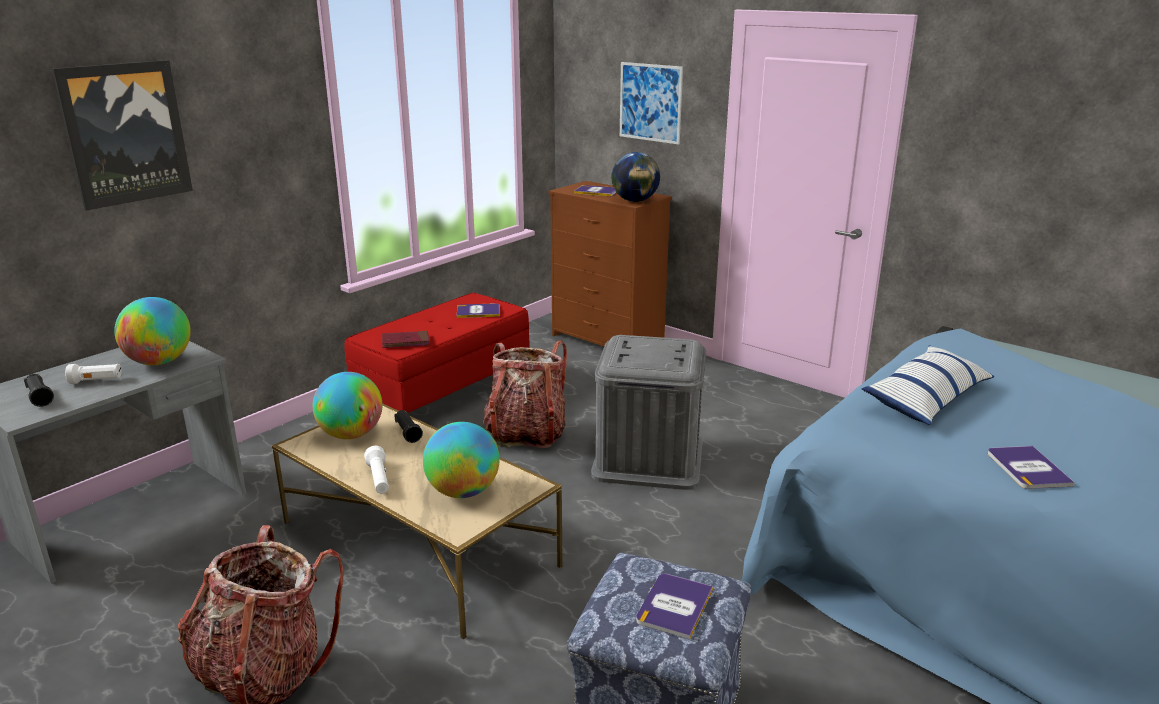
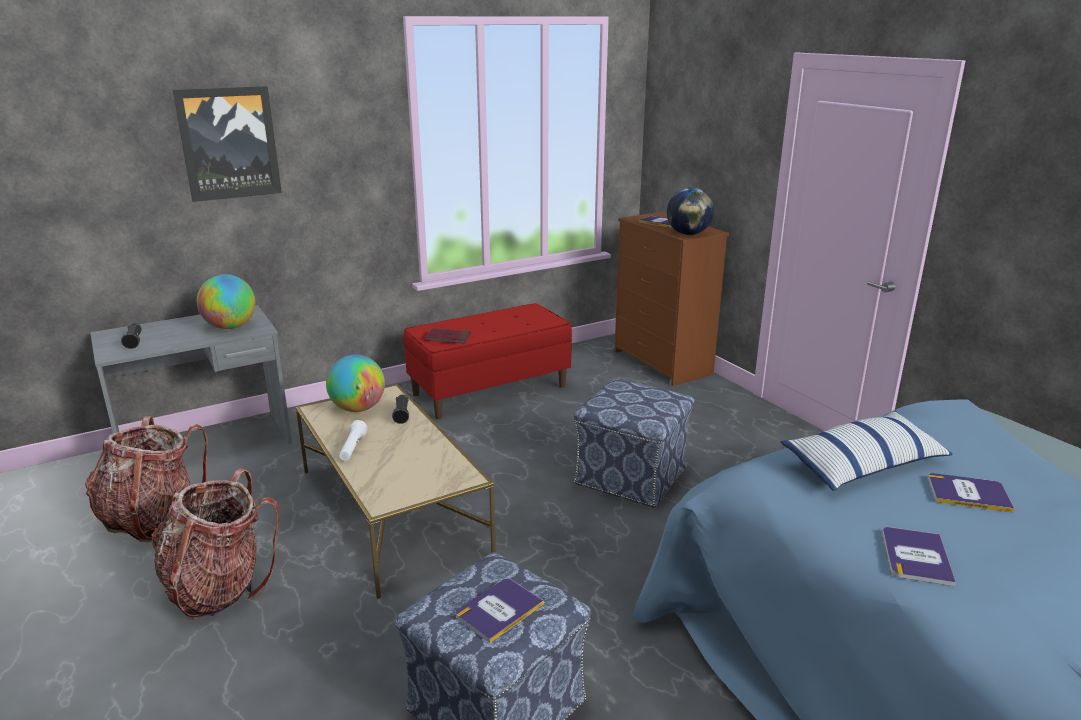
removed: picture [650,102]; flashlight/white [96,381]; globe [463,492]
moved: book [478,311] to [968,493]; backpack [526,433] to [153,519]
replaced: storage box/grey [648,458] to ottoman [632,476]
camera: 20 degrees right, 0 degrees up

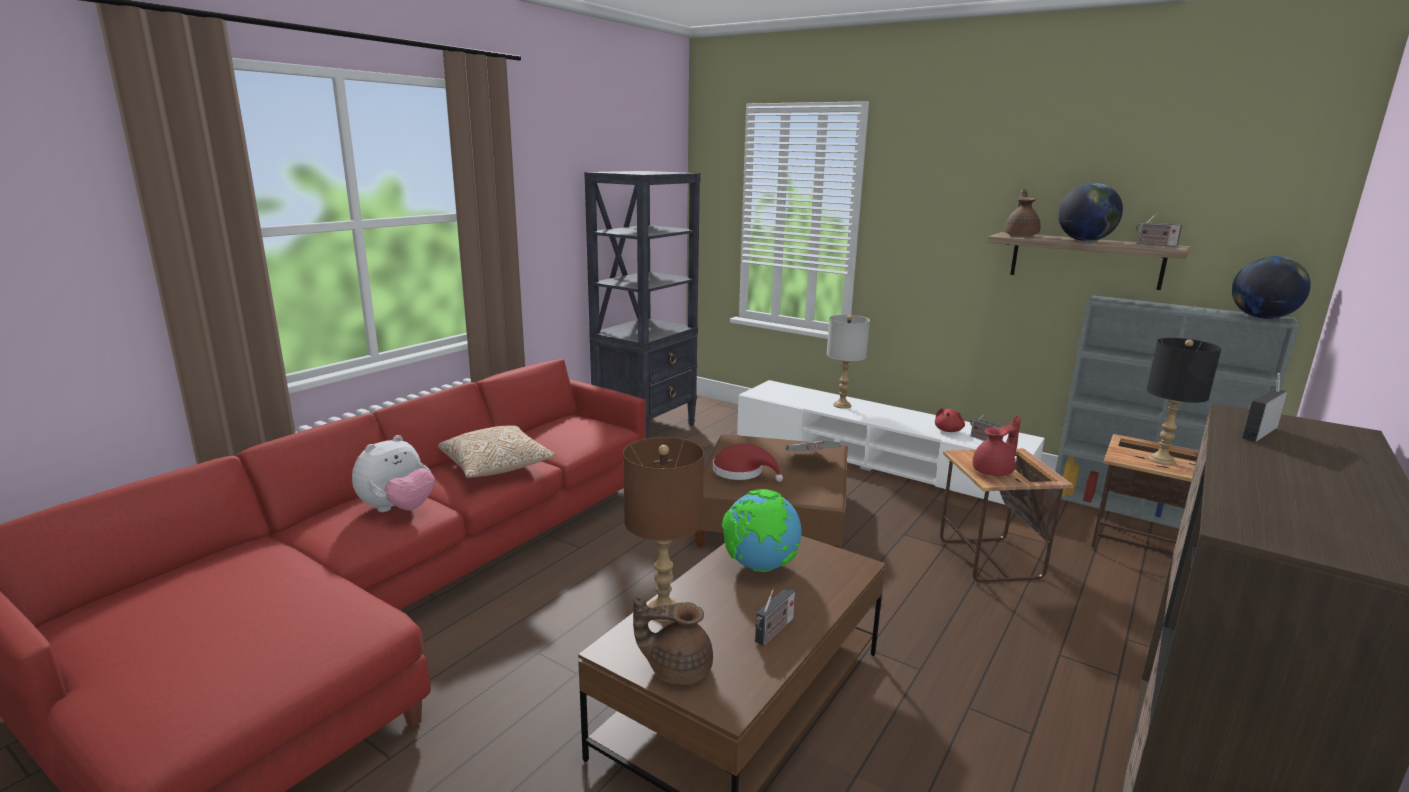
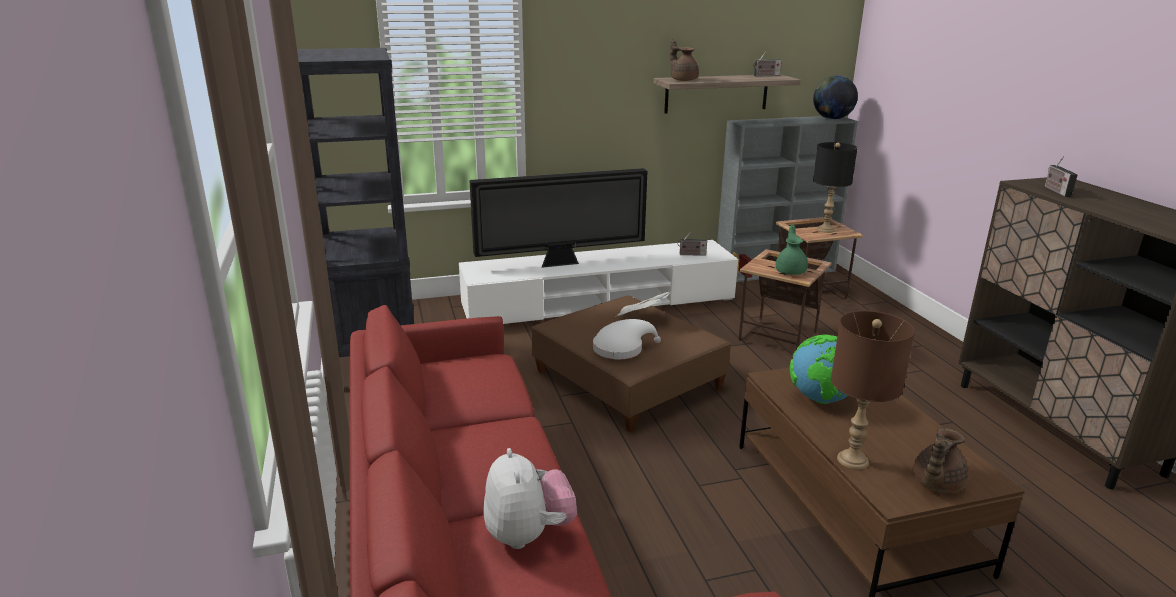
removed: globe [1085,241]; plush toy/red [948,430]; pillow [496,467]; radio [773,632]
replaced: table lamp/grey [842,405] to television [561,263]
recoloured: teapot/red [994,471] to teapot/green [790,271]; hat/red [742,472] to hat/white [621,349]
camera: 50 degrees left, 5 degrees up

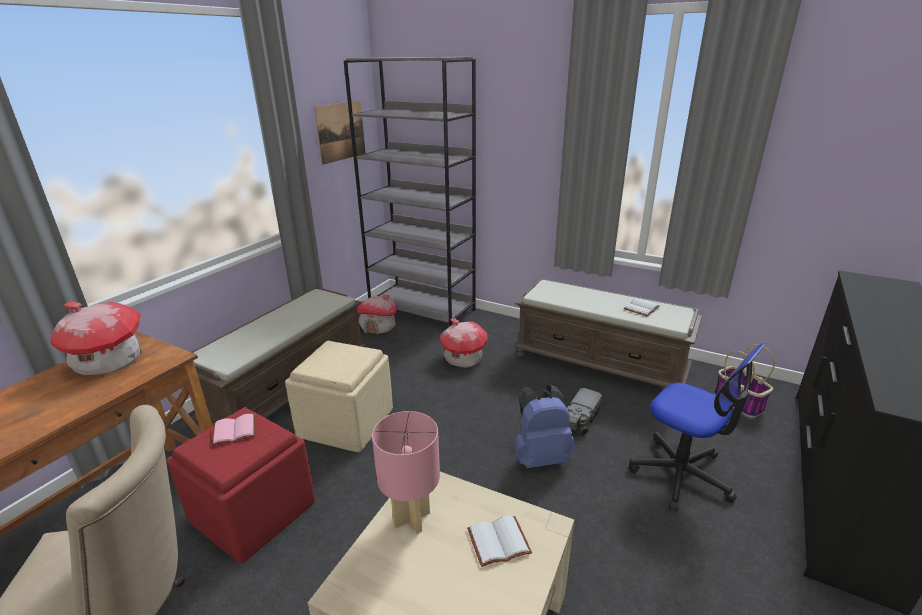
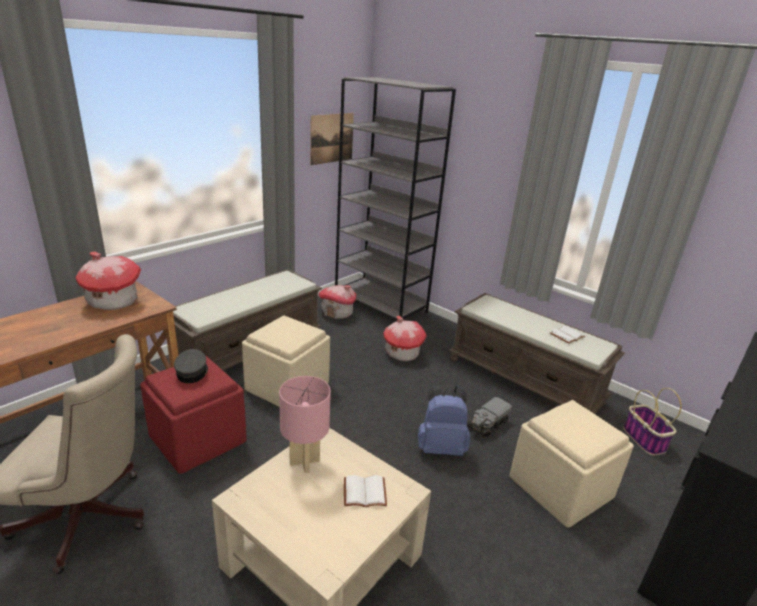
replaced: office chair [681,474] to ottoman/beige [560,488]; book/pink [234,432] to cap/grey [192,372]
camera: 10 degrees right, 0 degrees up

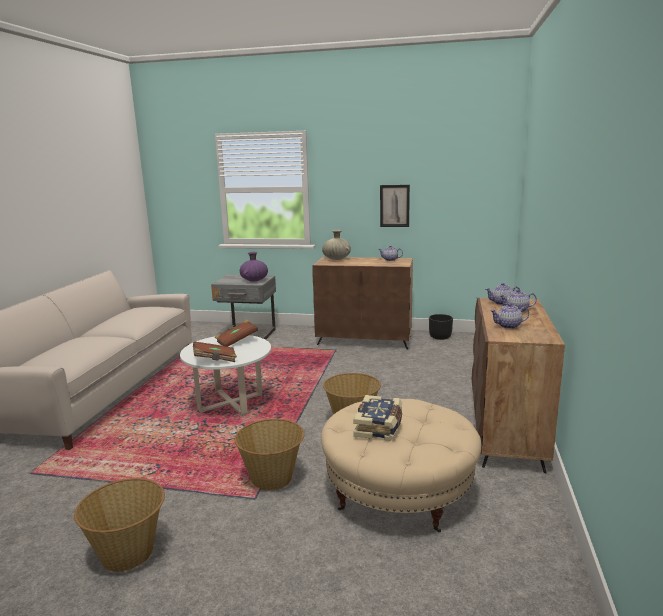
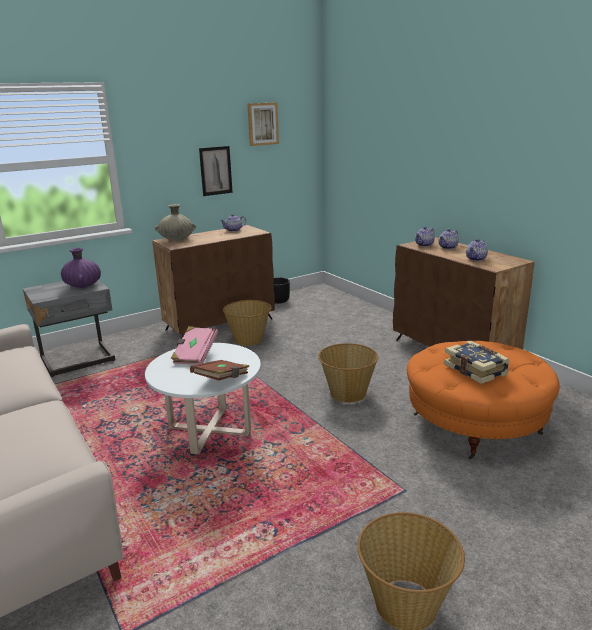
added: picture [262,124]
moved: basket [272,478] to [249,339]
recoloured: book/brown [236,341] to book/pink [195,355]; ottoman/beige [399,491] to ottoman/orange [475,424]
camera: 45 degrees left, 5 degrees up

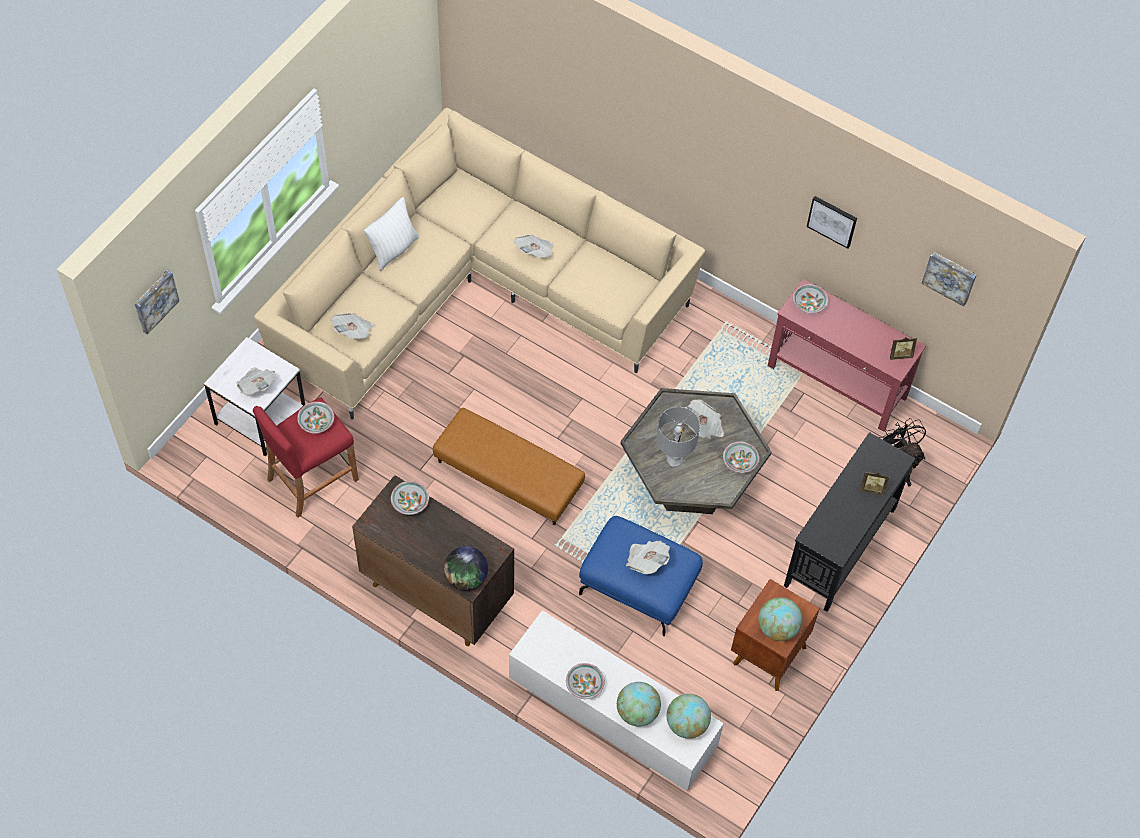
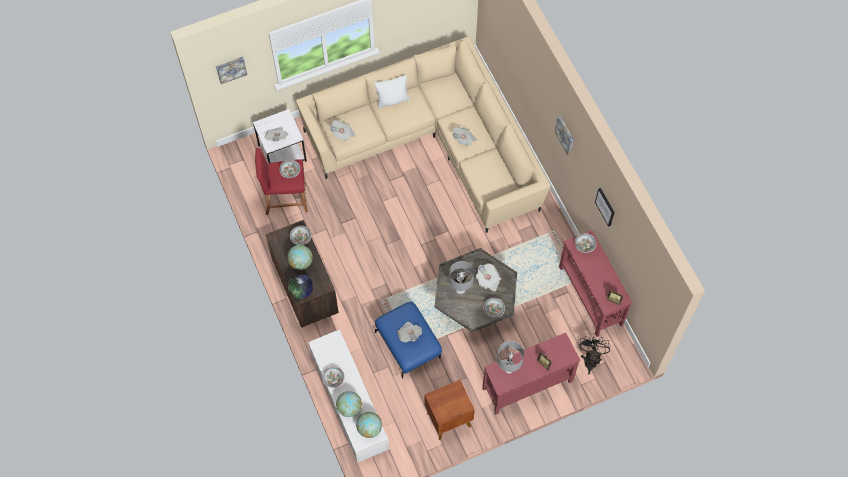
removed: ottoman/brown [508,476]
added: table lamp/grey [508,368]
moved: picture [950,277] to [565,135]; globe [777,628] to [301,262]
recoloured: console table/black [839,546] to console table/red [527,384]
camera: 35 degrees right, 5 degrees up

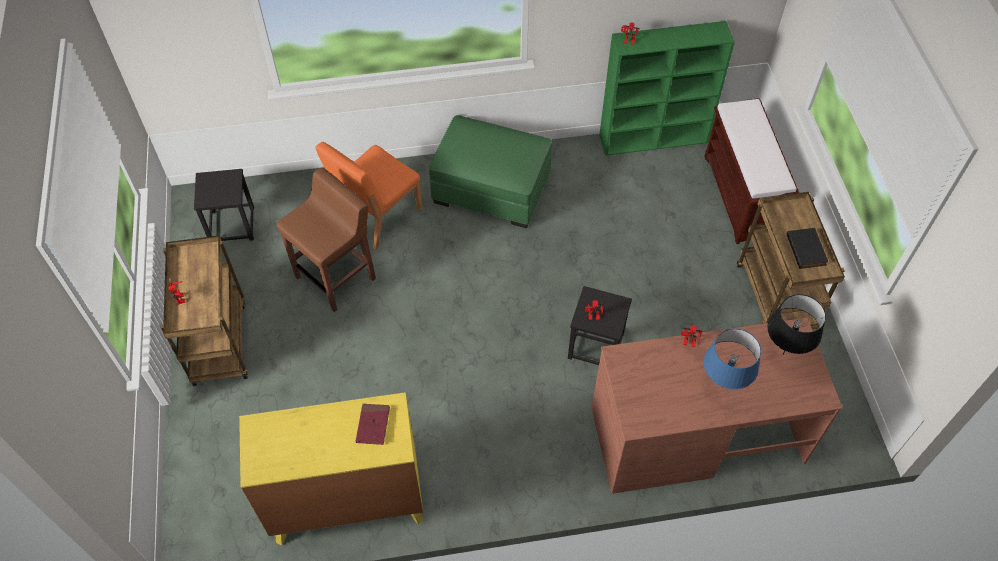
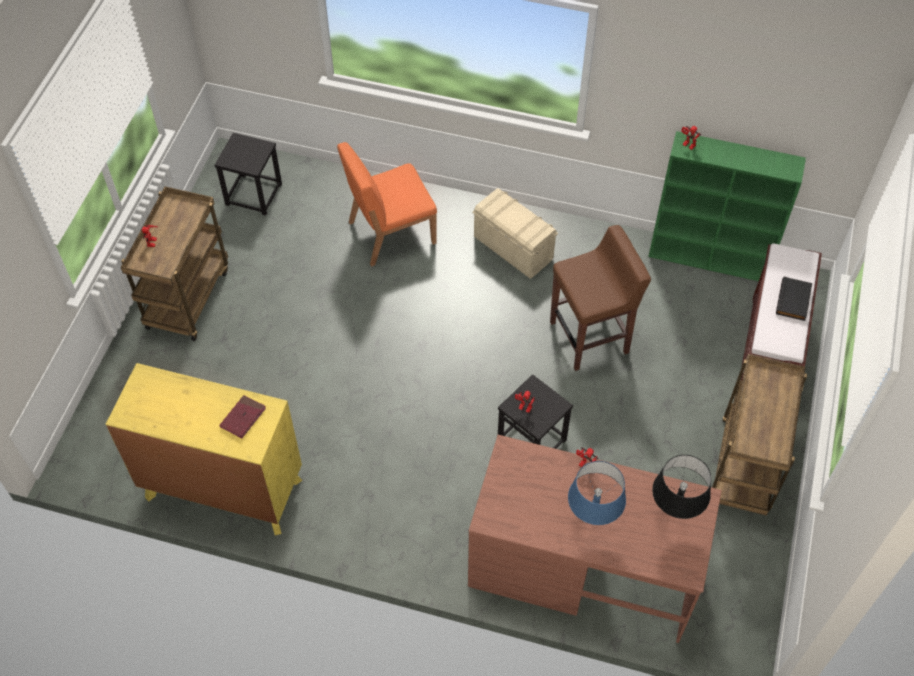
moved: stool/brown [337,277] to [590,337]; book/black [807,250] to [794,301]
replaced: ottoman/green [490,189] to storage box/beige [513,248]
camera: 25 degrees right, 0 degrees up

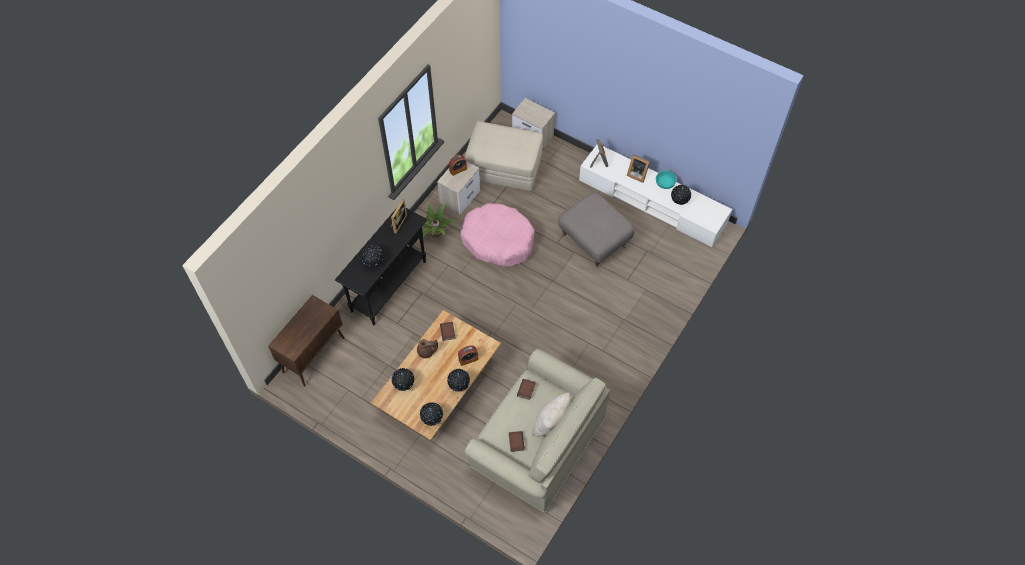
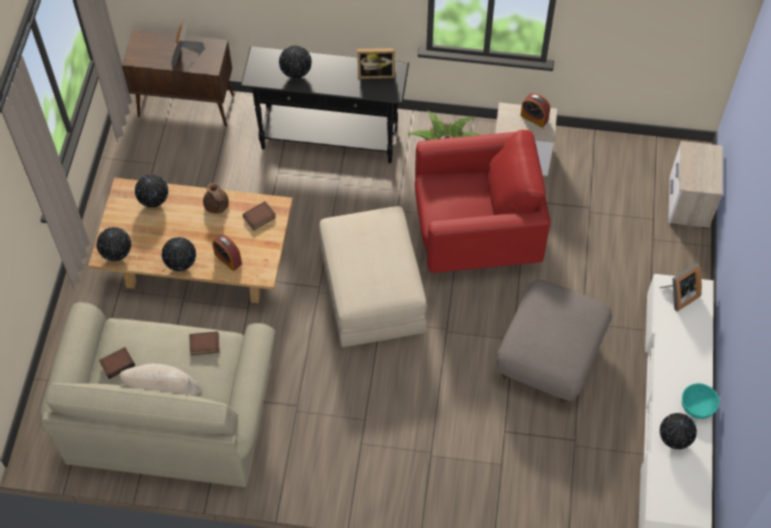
moved: ottoman/beige [504,167] to [371,292]; picture frame [637,174] to [186,54]
replaced: dog bed/pink [498,240] to armchair/red [475,233]
camera: 65 degrees right, 0 degrees up

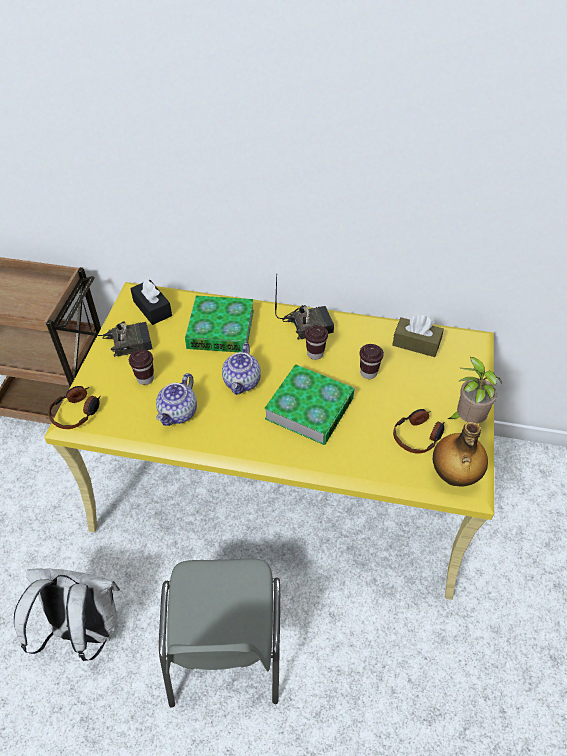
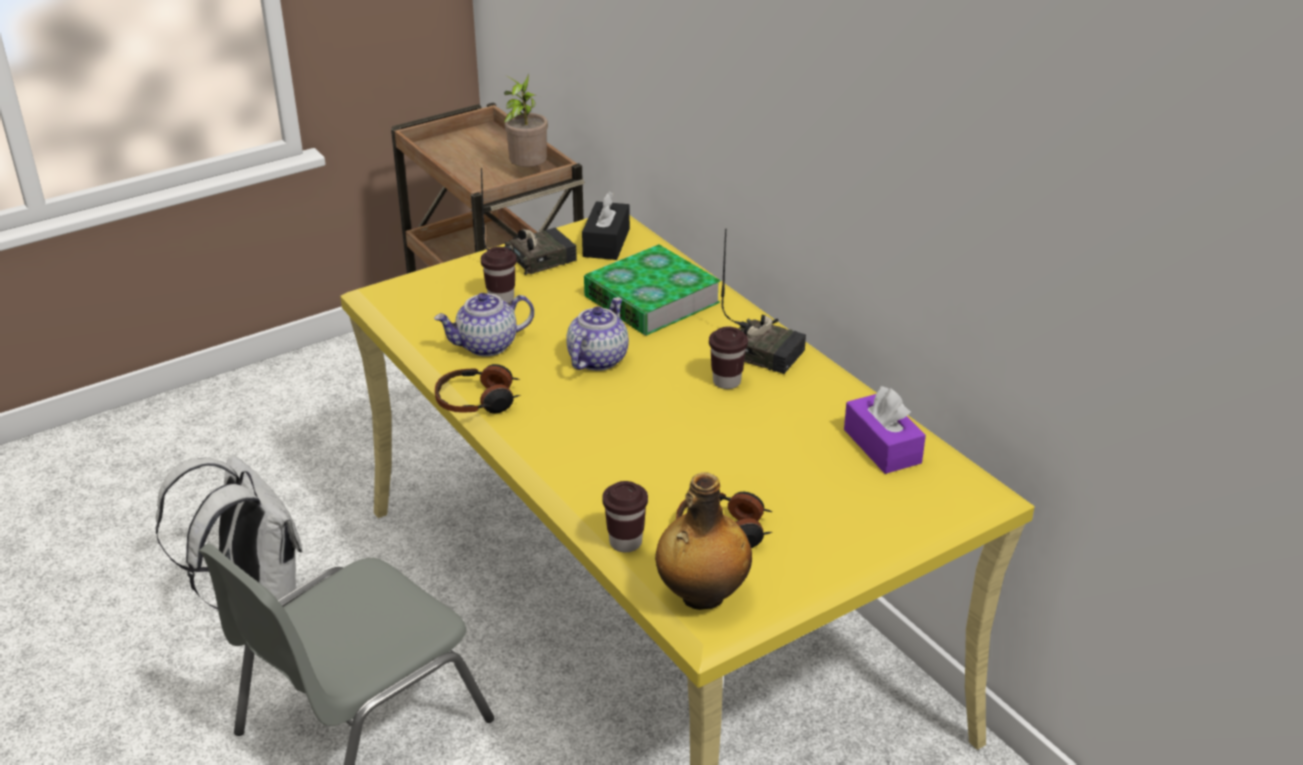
removed: book [309,409]
moved: cup/brown [368,373] to [625,542]; potted plant [466,419] to [527,172]; headphones [76,412] to [478,401]
recoloured: tissue box/brown [416,343] to tissue box/purple [882,446]
turned: radio [129,341] = [535,258] 60 degrees counterclockwise; teapot [242,382] = [597,359] 150 degrees clockwise
camera: 45 degrees right, 15 degrees down

